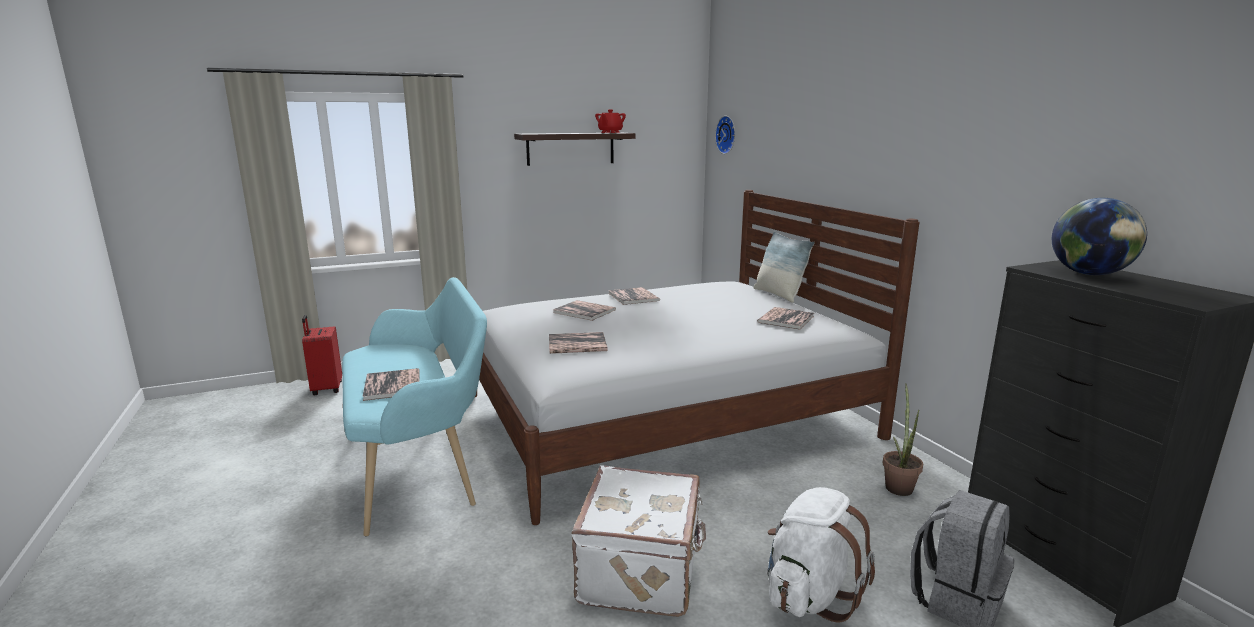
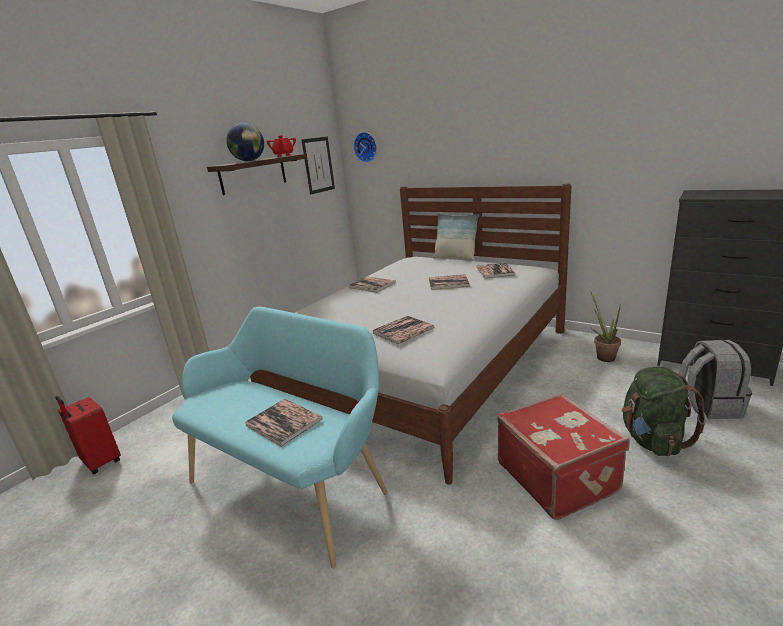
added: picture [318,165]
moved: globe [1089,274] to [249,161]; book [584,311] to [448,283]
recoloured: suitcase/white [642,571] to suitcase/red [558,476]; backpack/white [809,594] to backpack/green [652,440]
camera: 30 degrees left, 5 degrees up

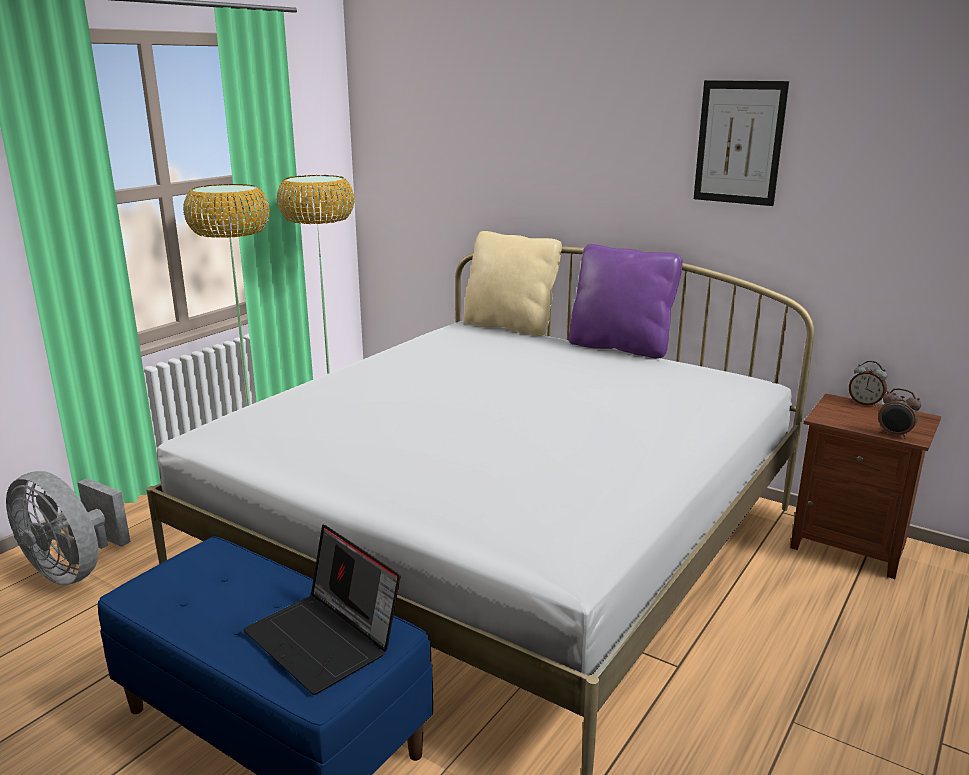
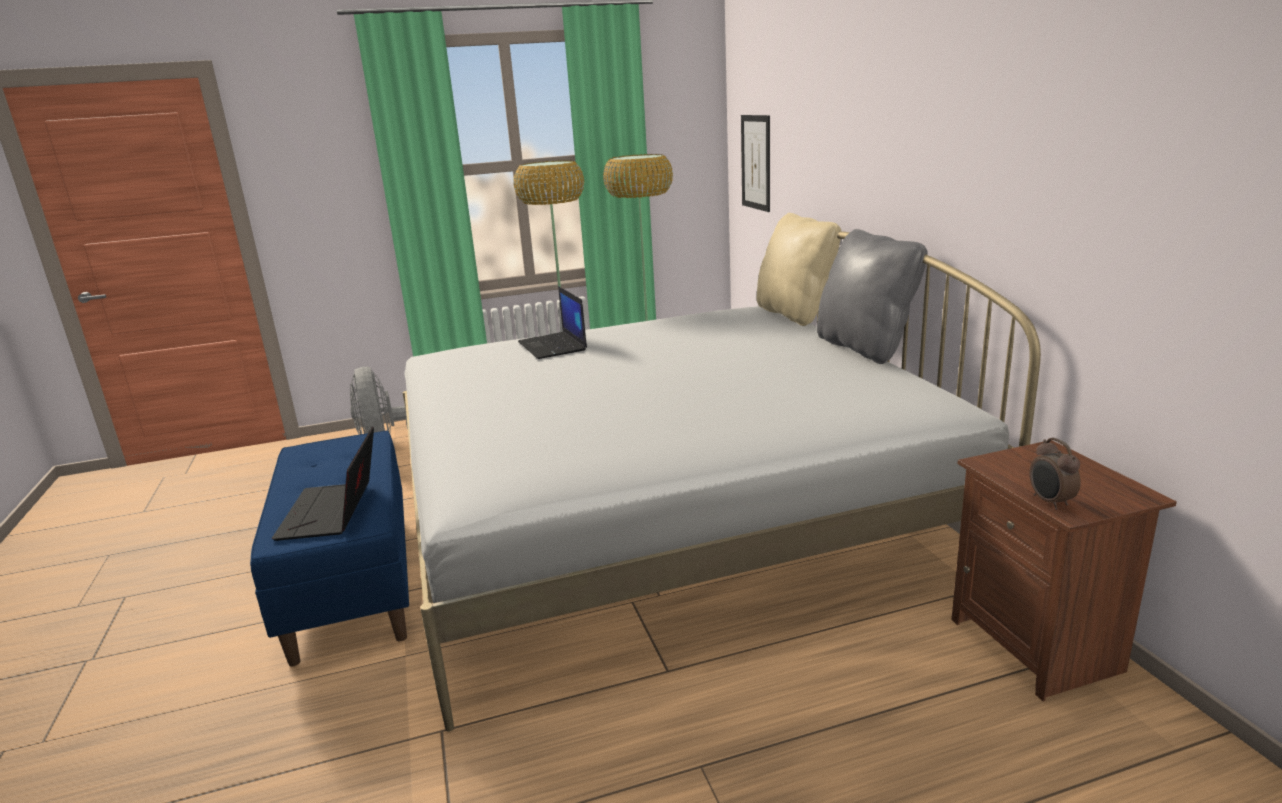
removed: alarm clock [865,403]
added: laptop [553,346]
moved: picture [739,143] to [756,162]
recoloured: pillow/purple [620,347] to pillow/grey [865,348]
camera: 40 degrees right, 0 degrees up

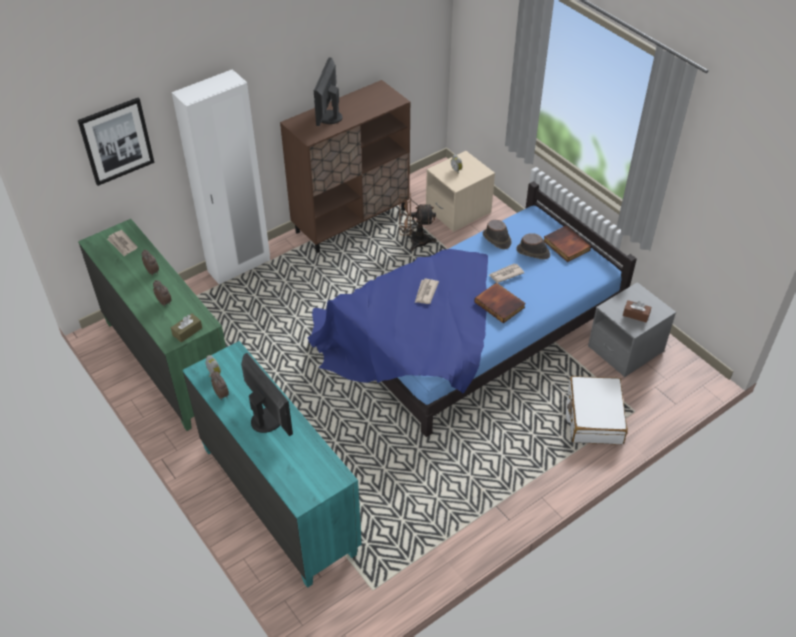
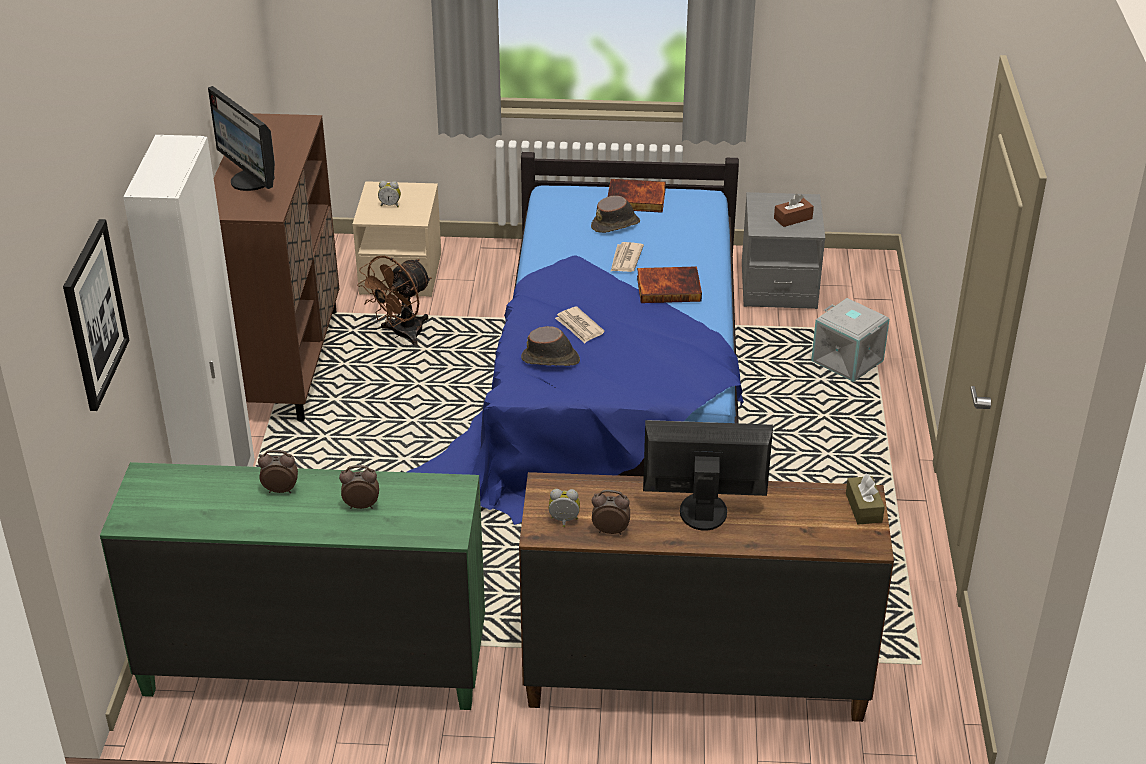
removed: newspaper [122,244]
moved: hat/brown [496,239] to [551,359]; tissue box/brown [187,331] to [863,508]
replaced: suitcase/white [594,417] to storage box/grey [848,361]
recoloured: dresser/turquoise [278,499] to dresser/brown [693,677]
camera: 50 degrees left, 10 degrees down

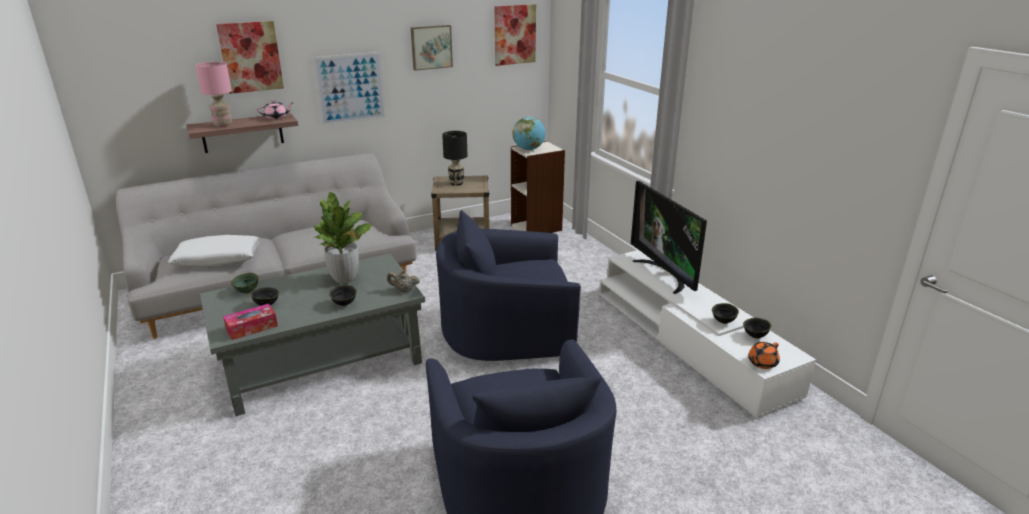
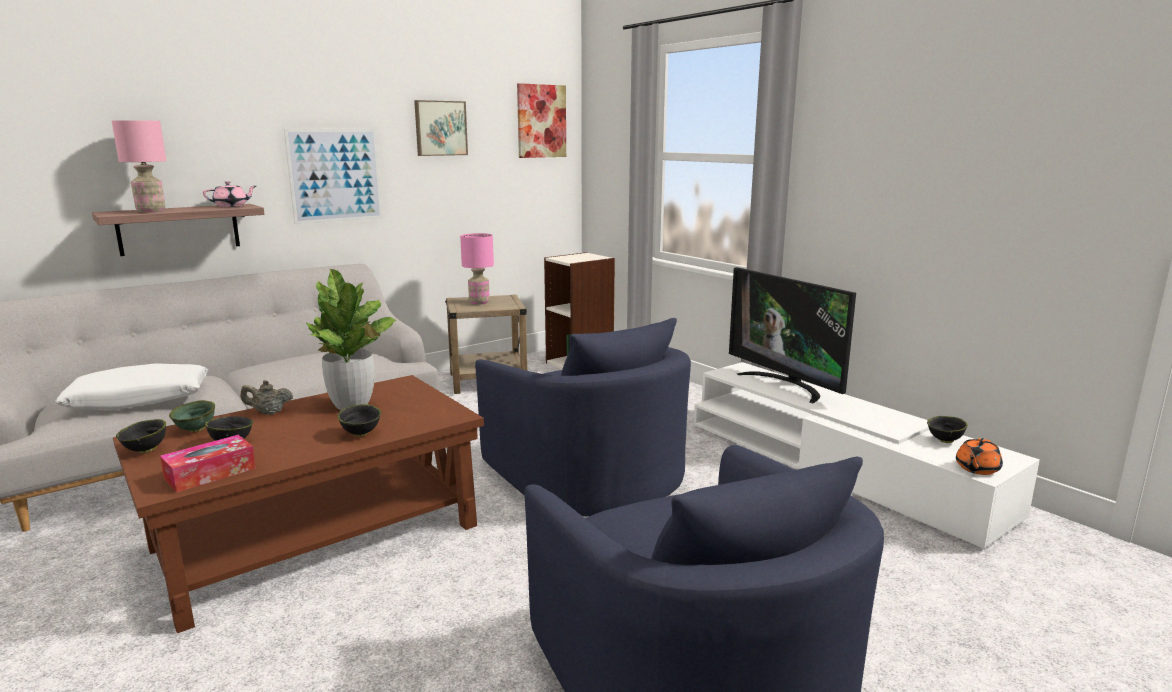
removed: picture [250,57]; globe [529,149]
moved: teapot/beige [404,290] to [268,413]; bowl/black [724,322] to [146,451]
recoloured: table lamp/black [456,183] to table lamp/pink [479,302]; coffee table/grey [322,360] to coffee table/brown [318,536]
turned: armchair/blue [507,330] = [588,475] 105 degrees counterclockwise
camera: 10 degrees left, 10 degrees down

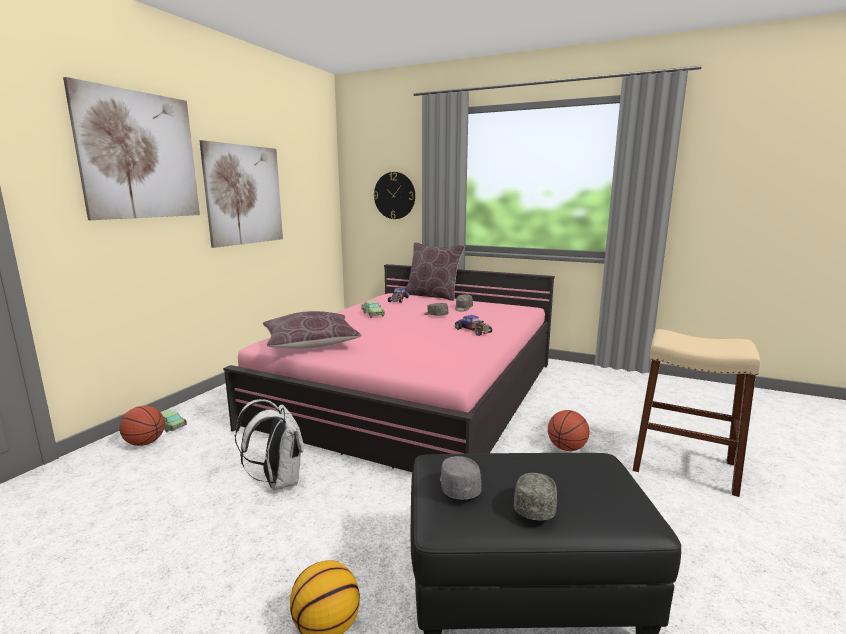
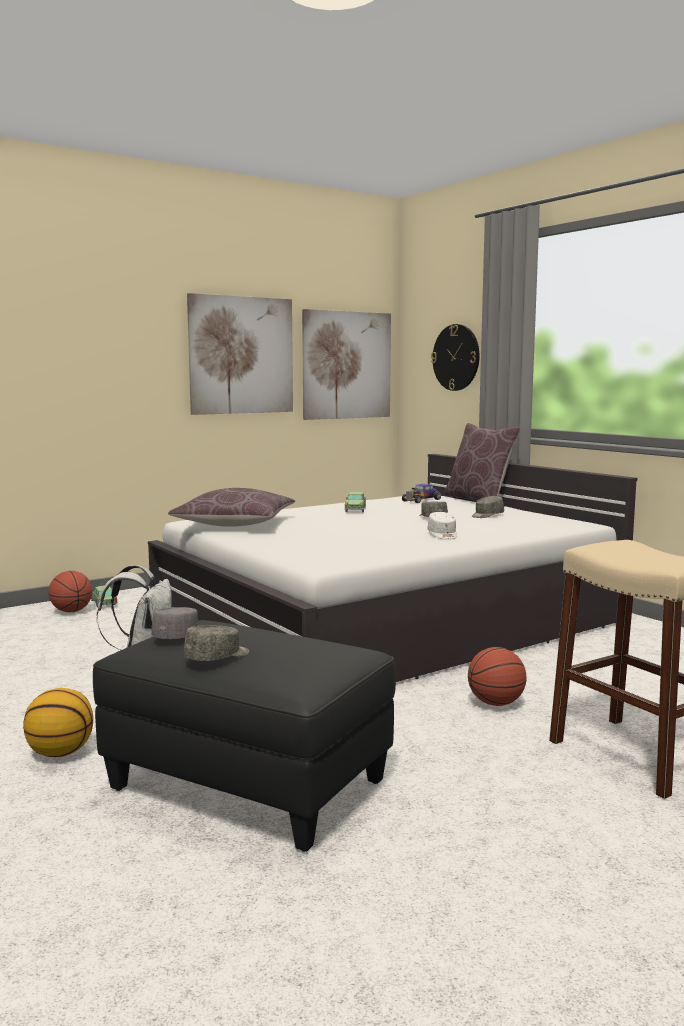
moved: picture [139,155] to [347,365]
replaced: toy car [473,330] to cap/white [443,535]
recoloured: bed/pink [415,392] to bed/white [387,619]
camera: 30 degrees right, 5 degrees down

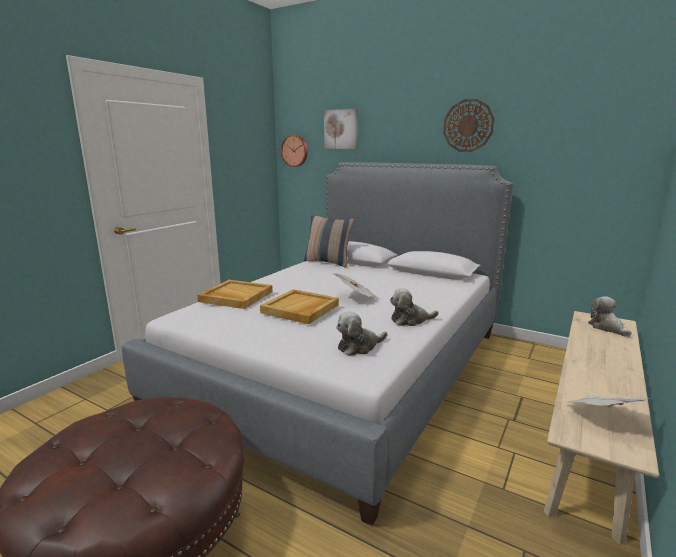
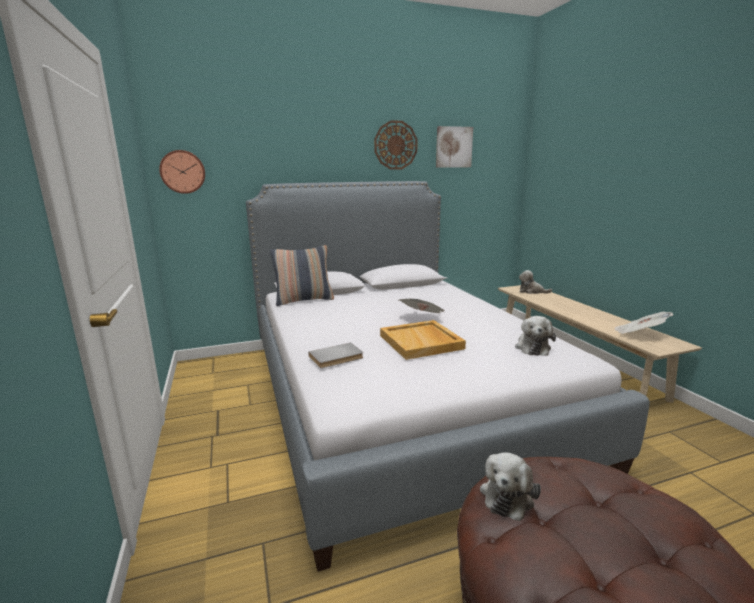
moved: picture [341,129] to [453,147]; plush toy [410,320] to [508,495]
replaced: tray/beige [235,296] to book/grey [337,358]
camera: 50 degrees left, 0 degrees up

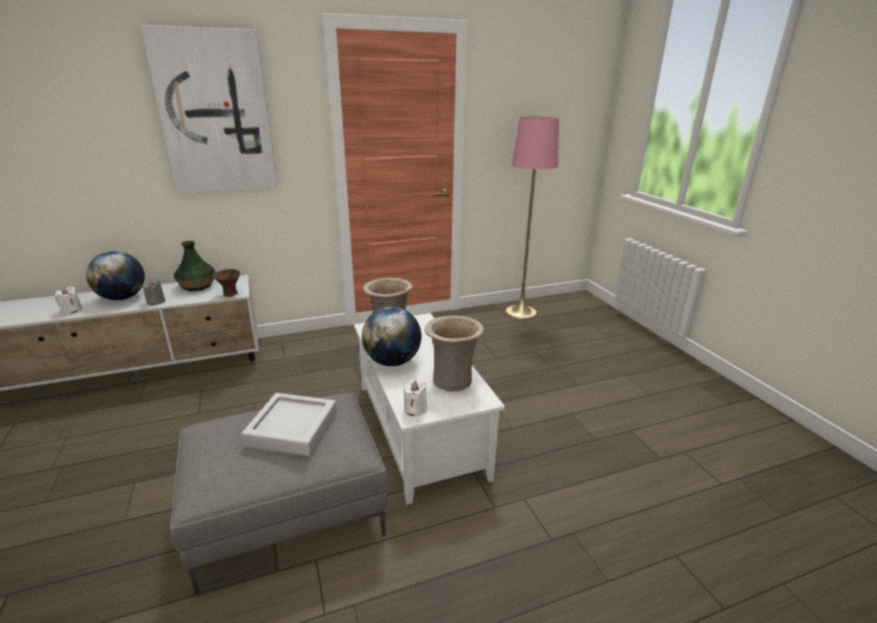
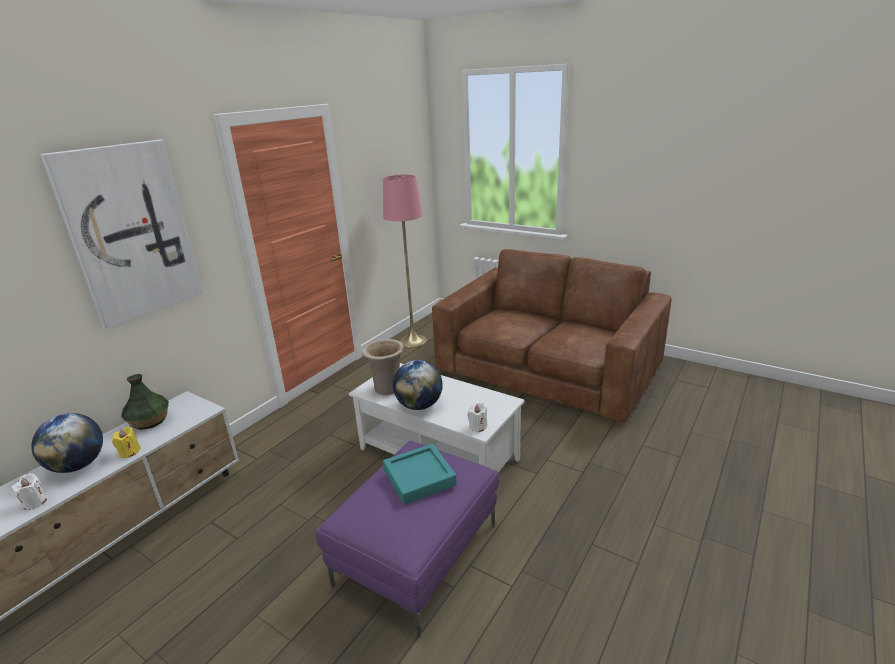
removed: bowl/brown [230,294]; vase/beige [452,380]
added: sofa/brown [549,368]
recoloured: candle/grey [156,302] to candle/yellow [129,452]; ottoman/grey [287,516] to ottoman/purple [418,556]; tray/grey [292,429] to tray/turquoise [419,478]
camera: 35 degrees left, 0 degrees up

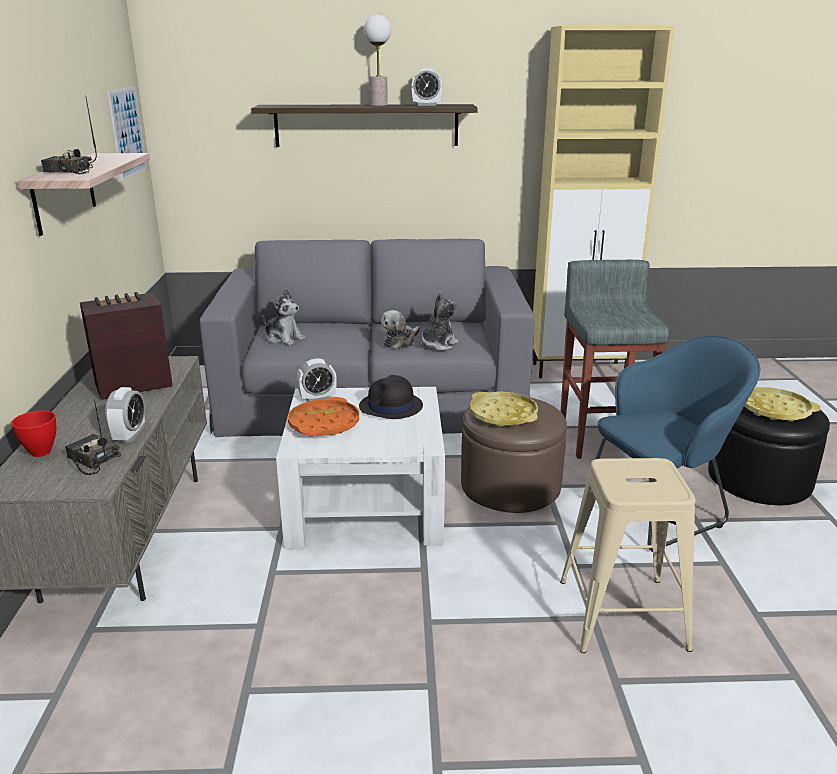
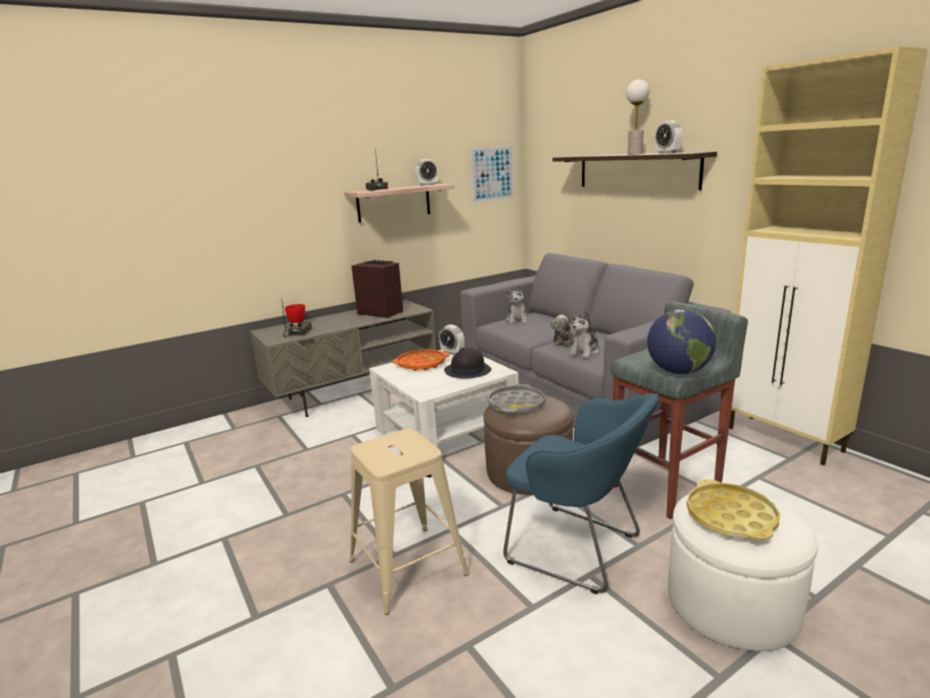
added: globe [678,371]
moved: alarm clock [129,436] to [427,185]
recoloured: tray/yellow [503,415] to tray/grey [516,405]; ottoman/black [759,479] to ottoman/white [732,602]
turned: plush toy [438,345] = [584,352] 120 degrees clockwise
camera: 60 degrees right, 5 degrees down

